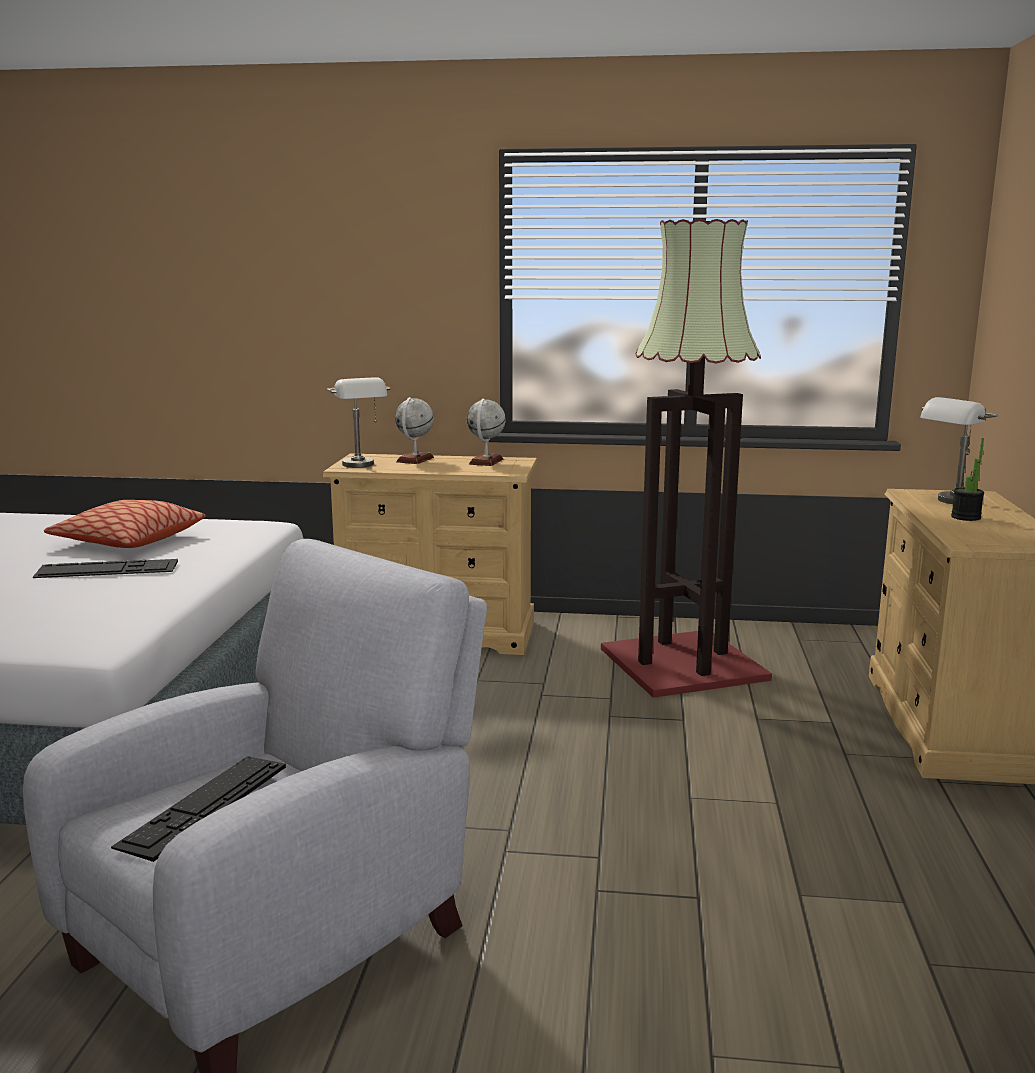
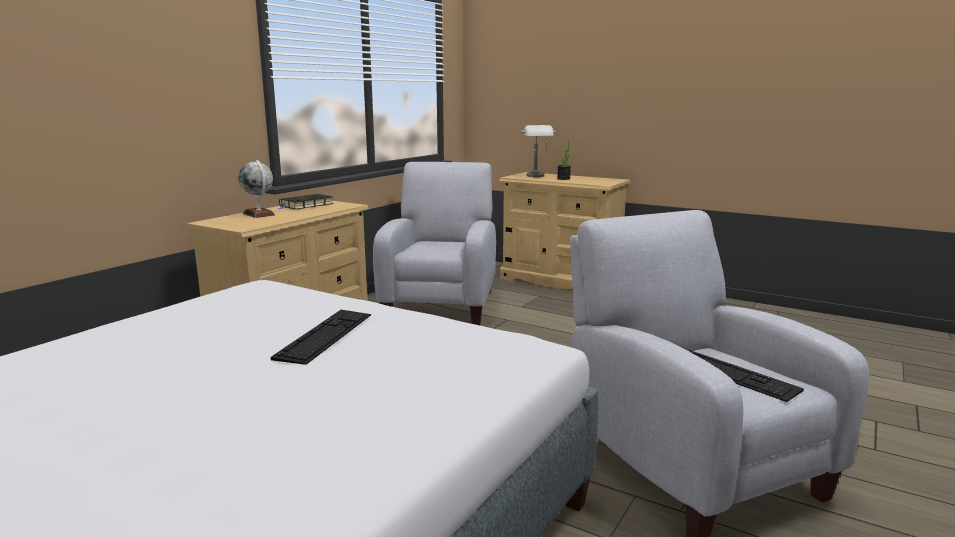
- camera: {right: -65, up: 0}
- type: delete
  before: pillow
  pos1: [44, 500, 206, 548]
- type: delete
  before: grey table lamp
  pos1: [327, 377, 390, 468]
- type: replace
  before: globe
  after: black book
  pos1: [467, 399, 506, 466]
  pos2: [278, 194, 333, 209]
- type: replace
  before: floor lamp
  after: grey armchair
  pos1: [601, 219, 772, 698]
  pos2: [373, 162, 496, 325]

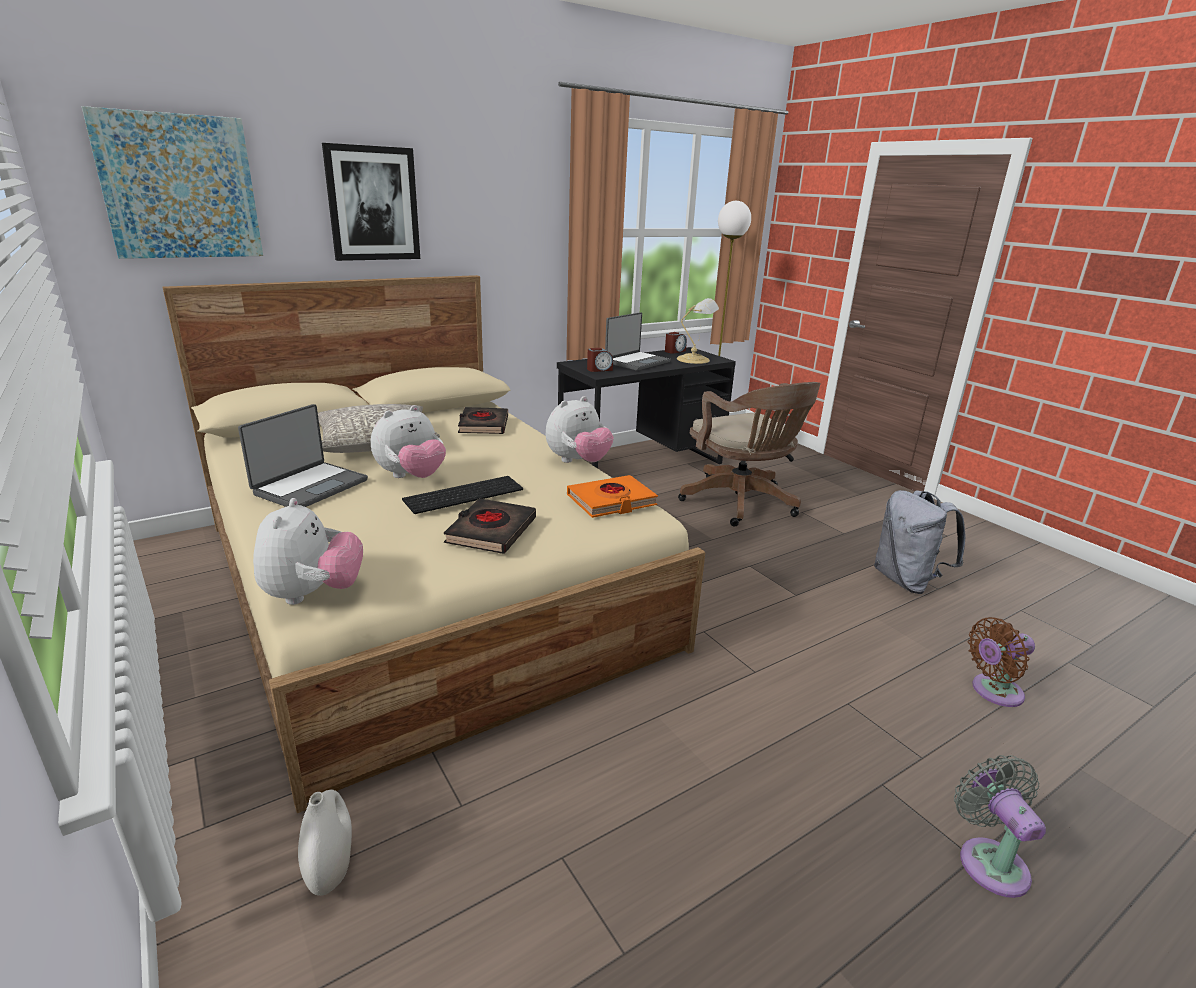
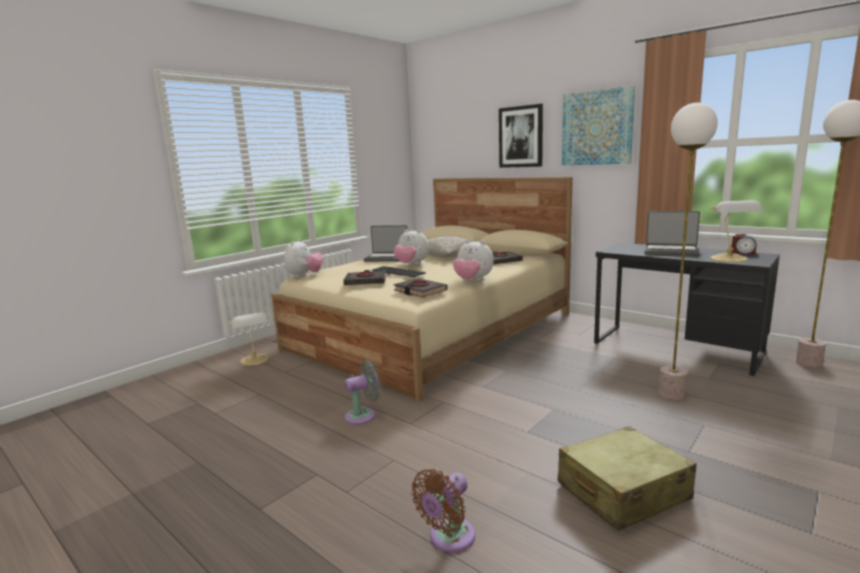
- camera: {right: 75, up: -10}
- type: delete
  before: alarm clock
  pos1: [587, 348, 613, 372]
- type: move
  before: picture
  pos1: [82, 106, 263, 259]
  pos2: [562, 86, 635, 165]
- type: move
  before: grey fan
  pos1: [954, 755, 1046, 898]
  pos2: [344, 360, 382, 425]
- type: replace
  before: white vase
  after: table lamp
  pos1: [298, 790, 352, 896]
  pos2: [228, 312, 270, 366]
- type: replace
  before: brown office chair
  after: floor lamp
  pos1: [678, 382, 821, 527]
  pos2: [659, 103, 718, 400]
- type: replace
  before: grey backpack
  after: beige suitcase
  pos1: [874, 490, 966, 594]
  pos2: [558, 426, 697, 531]
- type: recolor
  before: orange book
  after: black book
  pos1: [567, 475, 658, 518]
  pos2: [394, 278, 448, 297]
- type: rotate
  before: plush toy
  pos1: [253, 498, 363, 605]
  pos2: [284, 239, 323, 278]
  turn: -60
- type: rotate
  before: brown fan
  pos1: [968, 617, 1035, 707]
  pos2: [411, 469, 475, 553]
  turn: -105

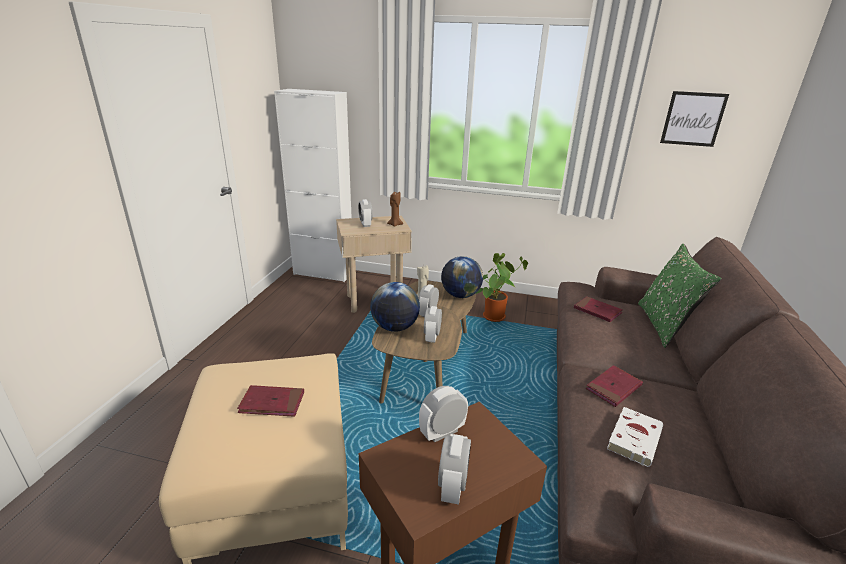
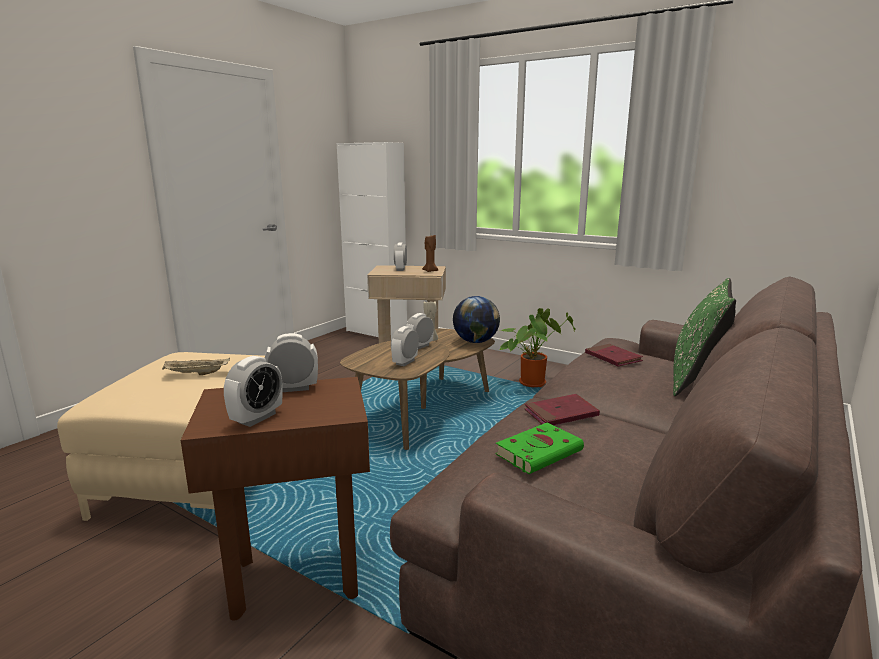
- camera: {right: 20, up: -10}
- type: delete
  before: globe
  pos1: [370, 282, 420, 332]
- type: delete
  before: picture
  pos1: [660, 91, 729, 147]
- type: replace
  before: red book
  after: beige tray
  pos1: [237, 385, 304, 417]
  pos2: [162, 358, 230, 375]
- type: recolor
  before: white book
  after: green book
  pos1: [607, 407, 663, 467]
  pos2: [495, 422, 584, 474]

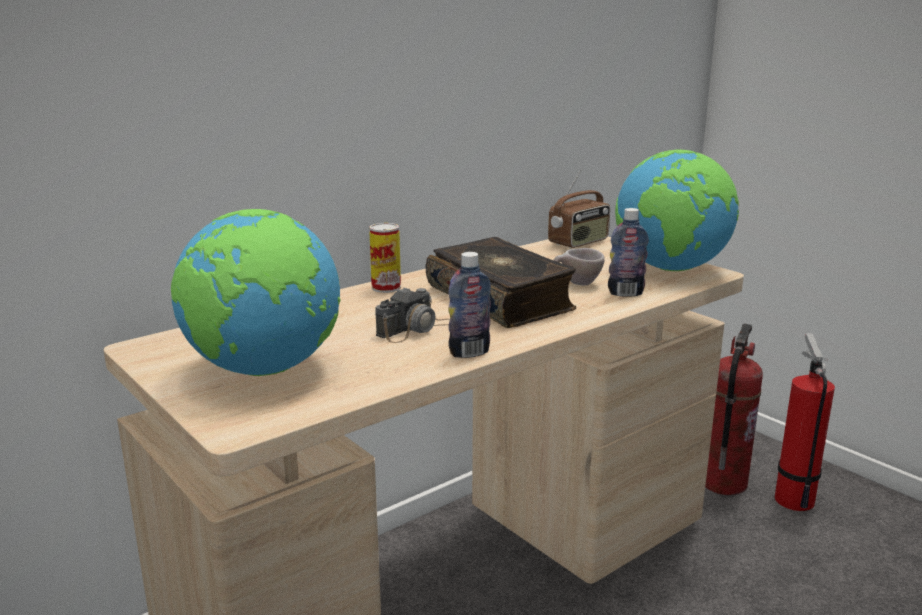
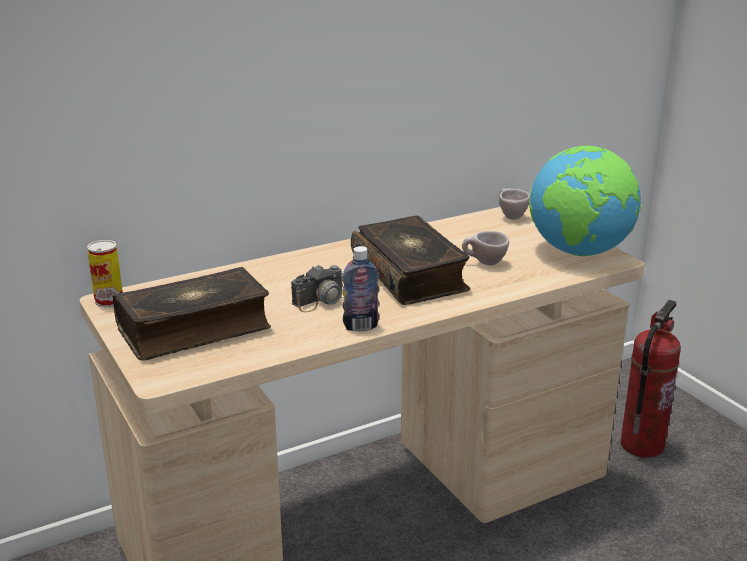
- camera: {right: 10, up: 5}
- type: delete
  before: bottle
  pos1: [608, 208, 649, 297]
- type: delete
  before: fire extinguisher
  pos1: [775, 333, 835, 511]
- type: move
  before: can
  pos1: [369, 223, 401, 293]
  pos2: [87, 240, 123, 307]
- type: replace
  before: globe
  after: book
  pos1: [171, 209, 341, 376]
  pos2: [113, 267, 271, 360]
- type: replace
  before: radio
  after: beige cup
  pos1: [548, 169, 610, 248]
  pos2: [499, 188, 530, 220]

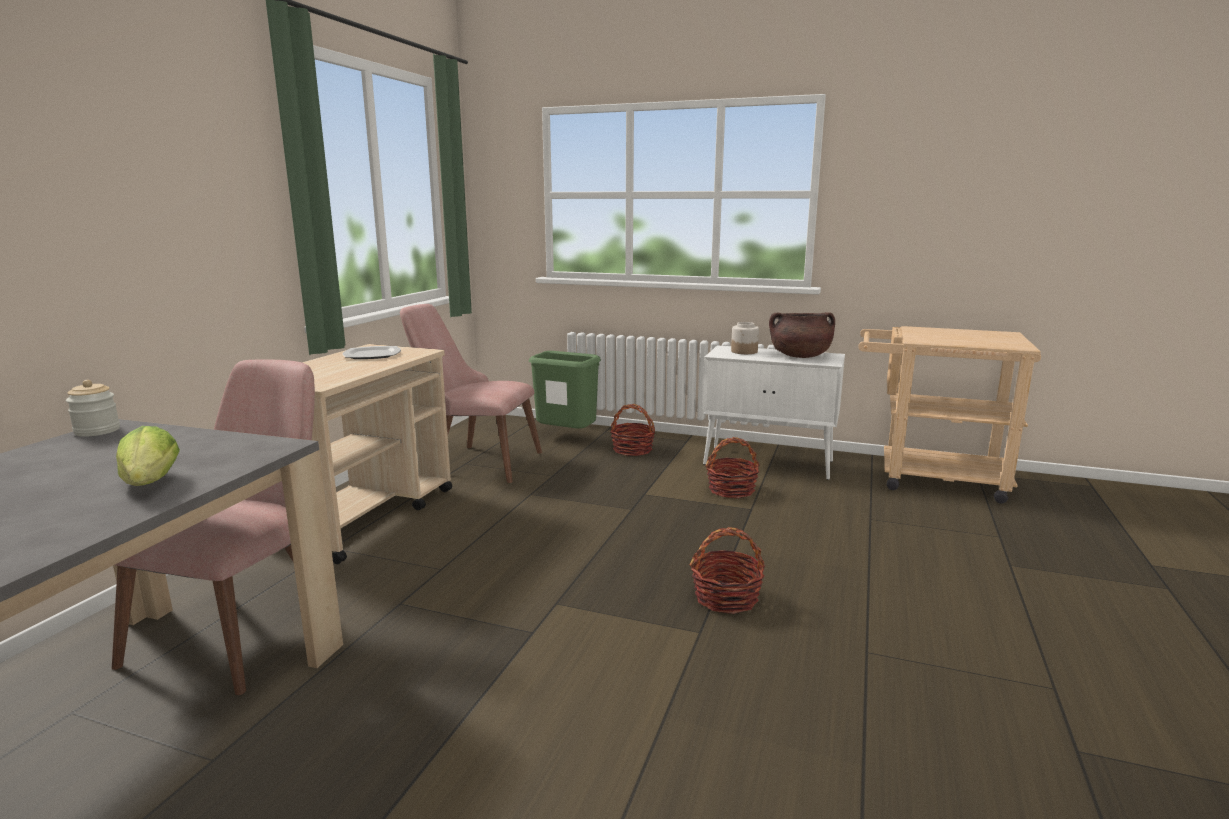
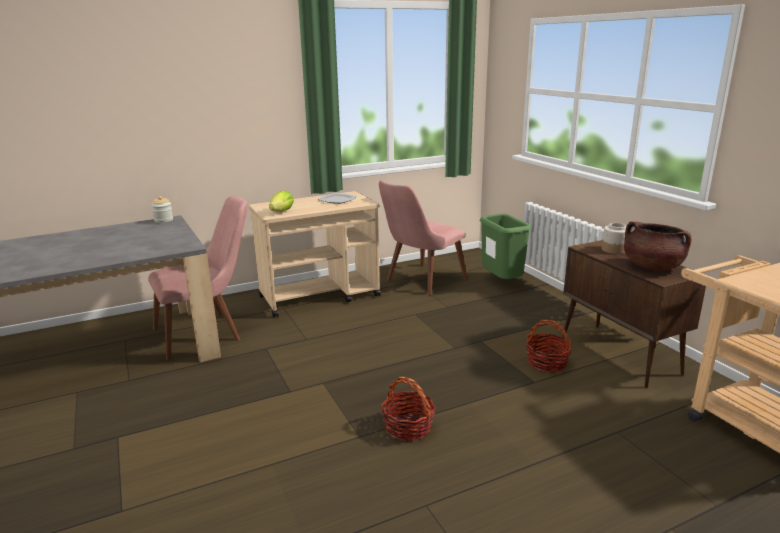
- camera: {right: 45, up: 5}
- type: delete
  before: basket
  pos1: [610, 404, 655, 456]
- type: move
  before: lettuce
  pos1: [116, 426, 180, 486]
  pos2: [269, 190, 294, 212]
- type: recolor
  before: white cabinet
  after: brown cabinet
  pos1: [702, 345, 845, 480]
  pos2: [562, 240, 708, 388]
- type: rotate
  before: pink chair
  pos1: [400, 304, 542, 483]
  pos2: [379, 180, 468, 296]
  turn: -105

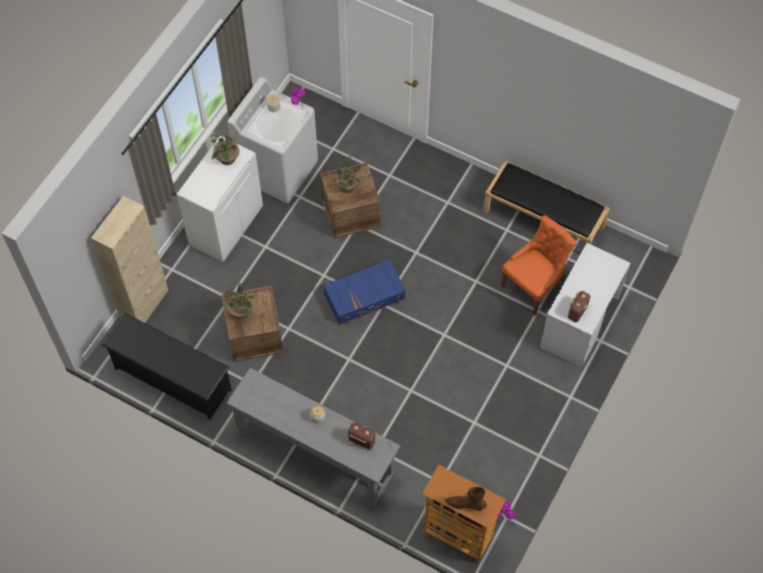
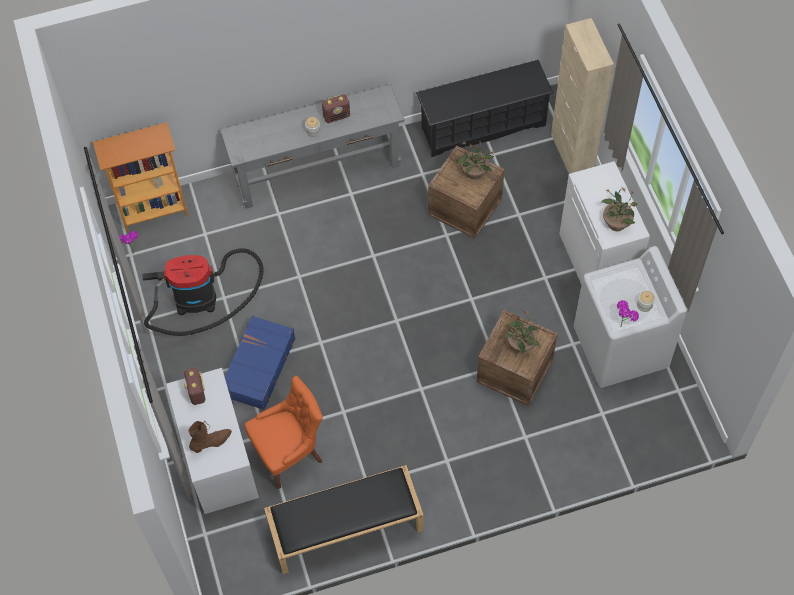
- camera: {right: 135, up: 0}
- type: insert
  after: vacuum cleaner
  pos2: [143, 248, 264, 336]
- type: move
  before: blue suitcase
  pos1: [323, 259, 406, 325]
  pos2: [225, 316, 296, 410]
- type: move
  before: radio
  pos1: [348, 422, 375, 450]
  pos2: [322, 95, 350, 123]
- type: move
  before: brown boot
  pos1: [445, 487, 487, 511]
  pos2: [188, 421, 232, 453]
- type: rotate
  before: orange chair
  pos1: [501, 215, 577, 316]
  pos2: [244, 375, 323, 489]
  turn: -120

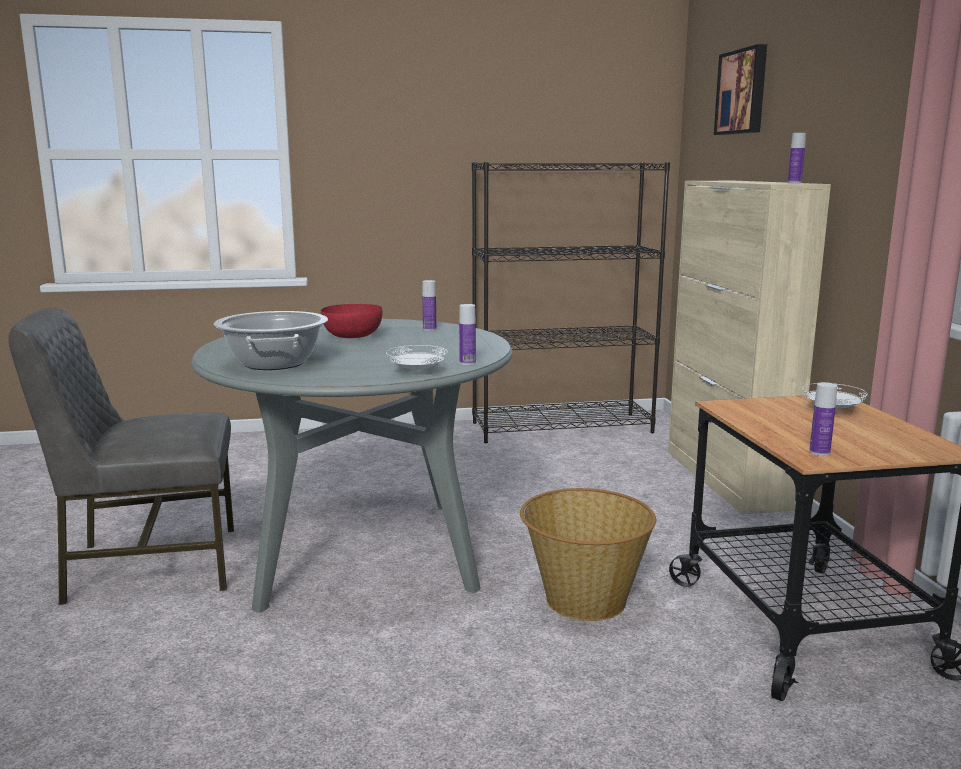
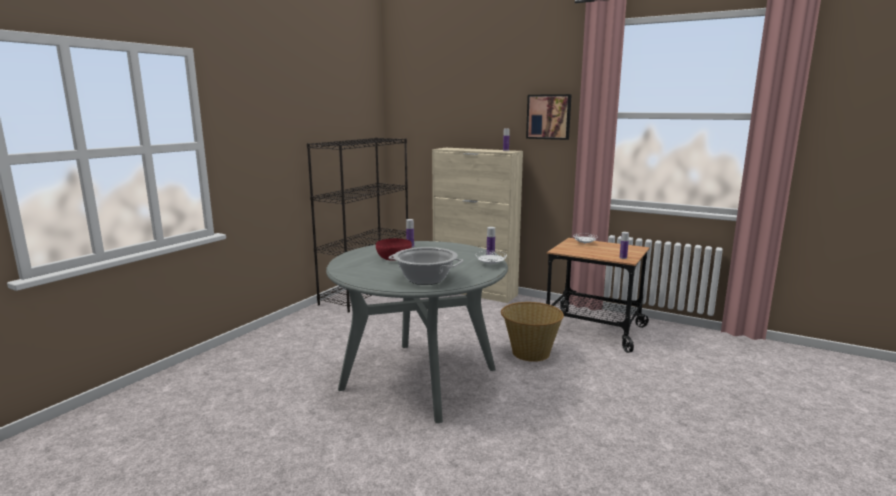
- camera: {right: -50, up: 0}
- type: delete
  before: grey chair
  pos1: [8, 308, 234, 605]
- type: move
  before: picture
  pos1: [714, 44, 767, 135]
  pos2: [526, 94, 572, 140]

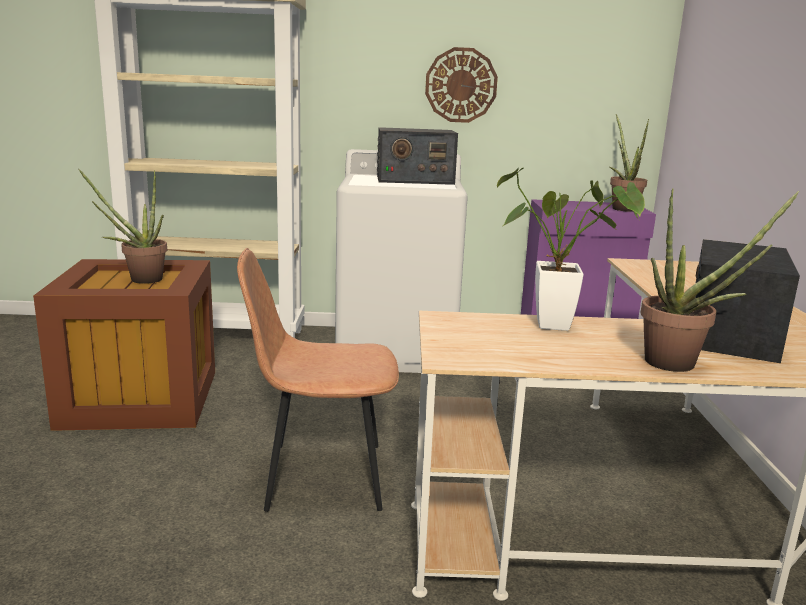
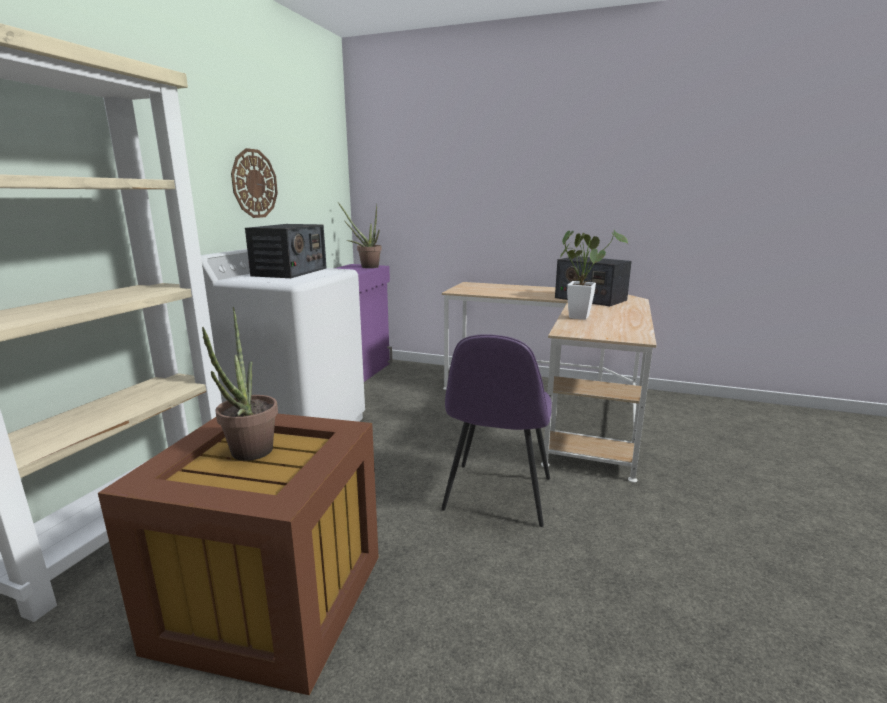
- camera: {right: -70, up: 0}
- type: delete
  before: potted plant
  pos1: [640, 188, 800, 372]
- type: recolor
  before: brown chair
  after: purple chair
  pos1: [237, 248, 399, 512]
  pos2: [441, 334, 552, 527]

